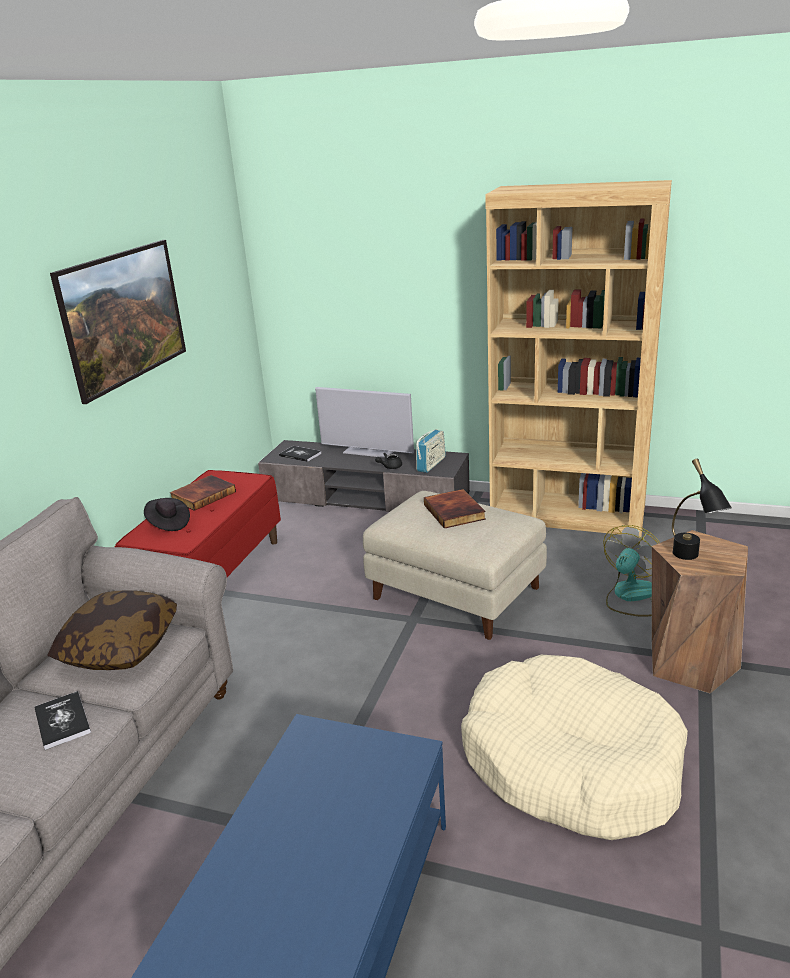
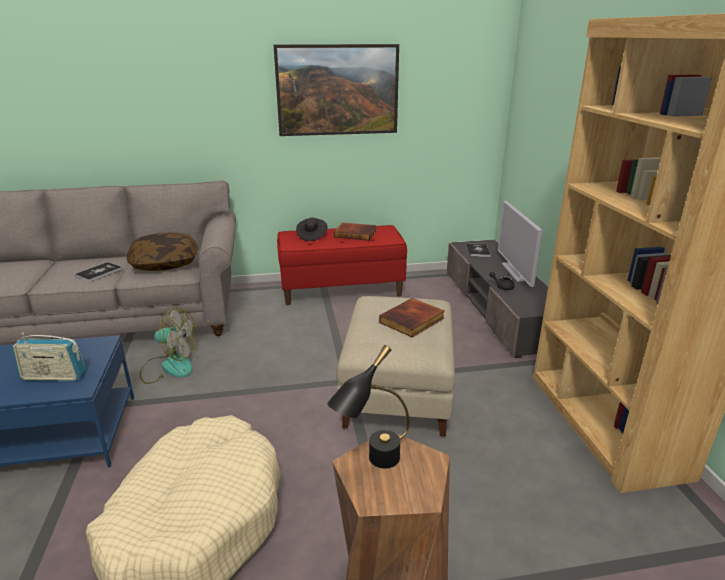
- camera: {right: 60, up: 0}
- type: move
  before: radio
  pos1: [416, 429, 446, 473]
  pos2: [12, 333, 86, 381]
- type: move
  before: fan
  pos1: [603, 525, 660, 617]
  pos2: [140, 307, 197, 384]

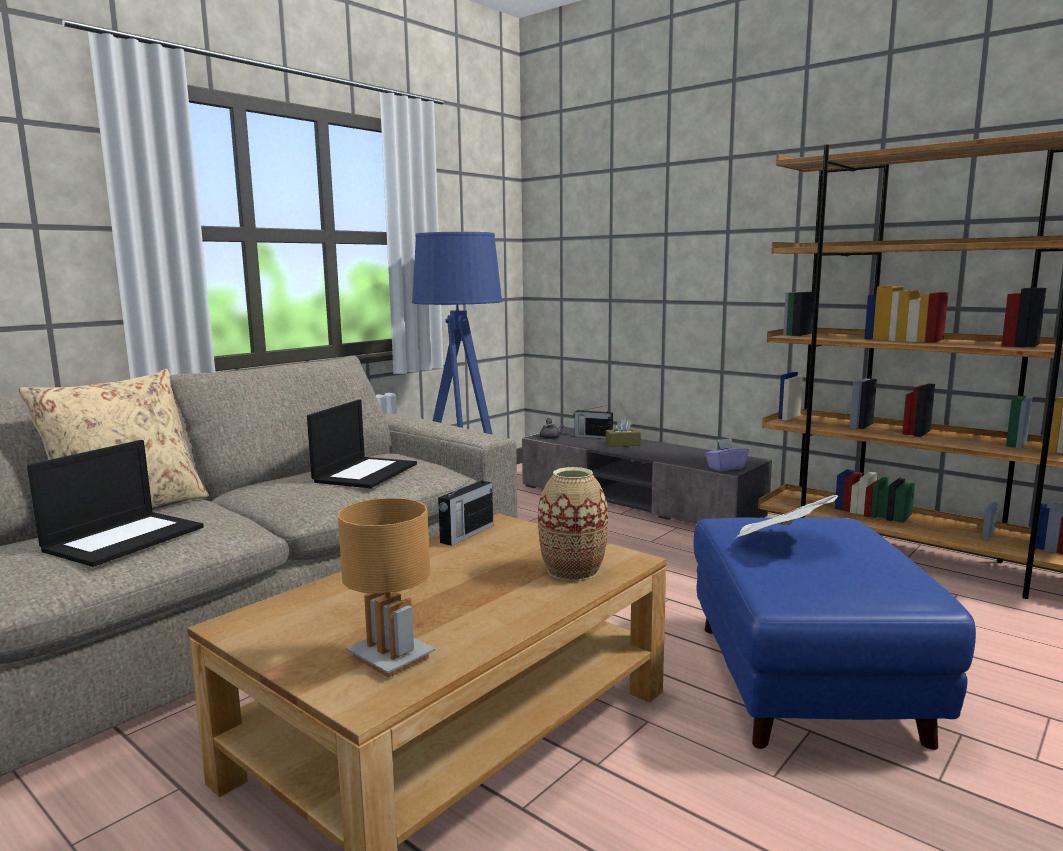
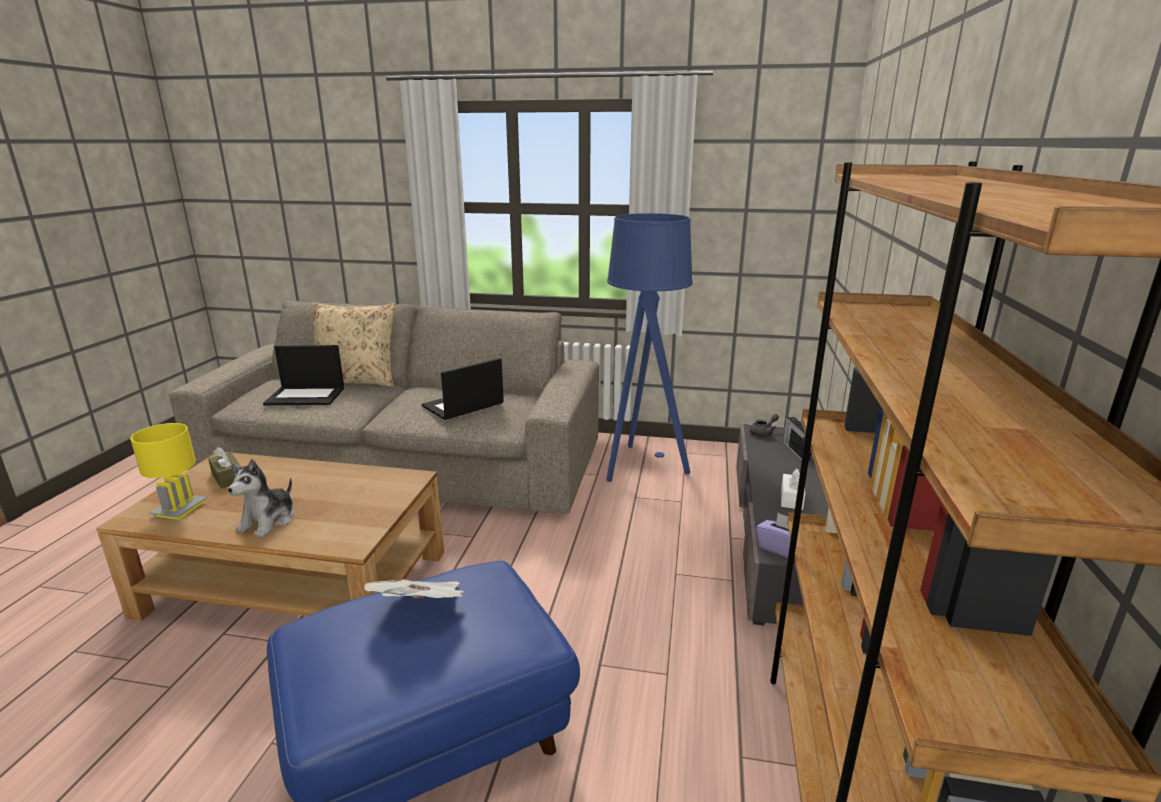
- camera: {right: 60, up: 10}
- type: delete
  before: radio
  pos1: [438, 472, 493, 546]
- type: delete
  before: vase
  pos1: [538, 467, 608, 581]
- type: insert
  after: plush toy
  pos2: [228, 459, 294, 537]
- type: insert
  after: white tissue box
  pos2: [781, 469, 805, 510]
- type: move
  before: brown tissue box
  pos1: [606, 418, 641, 447]
  pos2: [208, 447, 241, 488]
- type: recolor
  before: brown table lamp
  after: yellow table lamp
  pos1: [338, 498, 435, 678]
  pos2: [130, 423, 207, 520]
- type: rotate
  before: laptop
  pos1: [307, 399, 417, 488]
  pos2: [422, 358, 504, 420]
  turn: 150

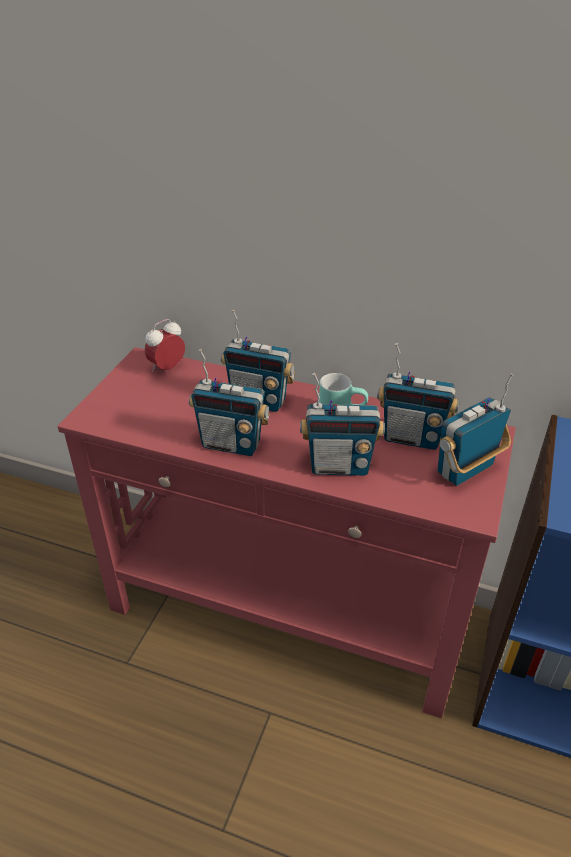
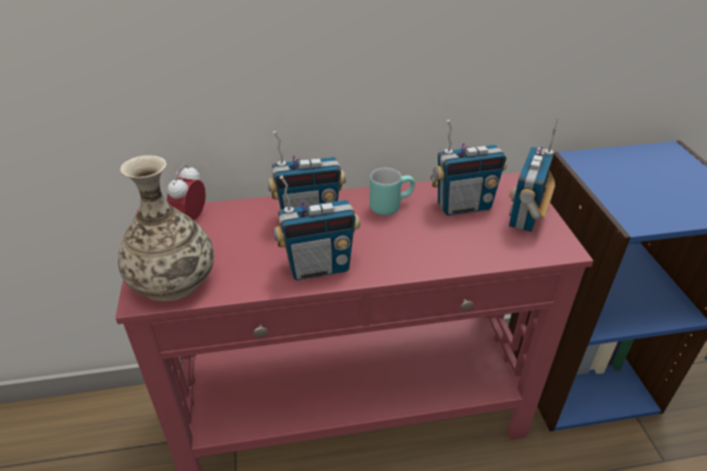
- camera: {right: -30, up: 0}
- type: delete
  before: radio
  pos1: [300, 373, 385, 476]
- type: insert
  after: vase
  pos2: [118, 155, 214, 302]

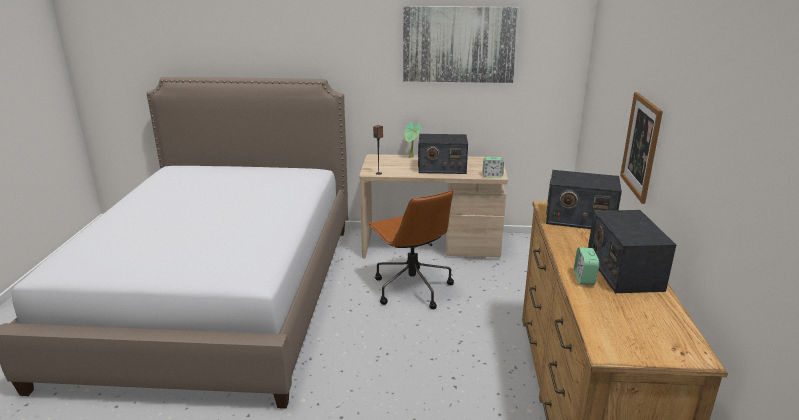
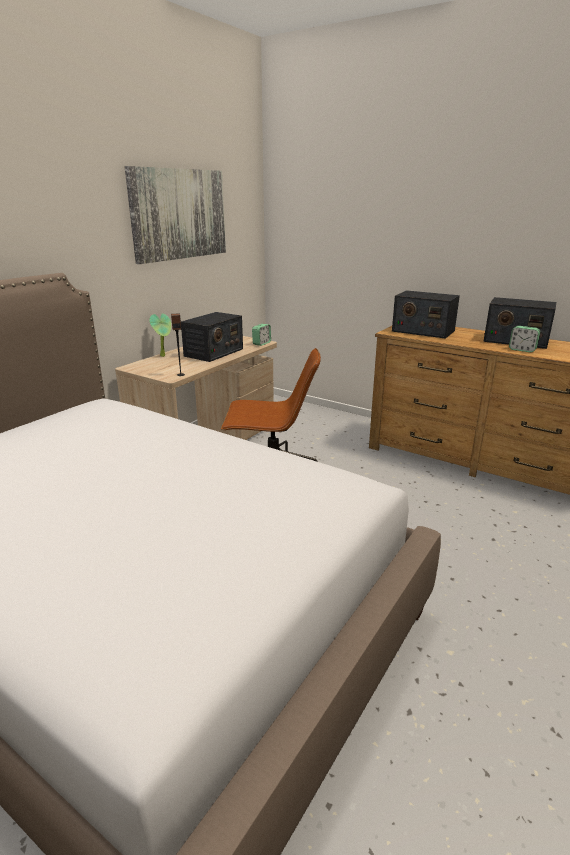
- camera: {right: -60, up: 0}
- type: delete
  before: picture
  pos1: [620, 92, 663, 204]
- type: rotate
  before: radio
  pos1: [546, 170, 622, 229]
  pos2: [392, 290, 460, 339]
  turn: 75

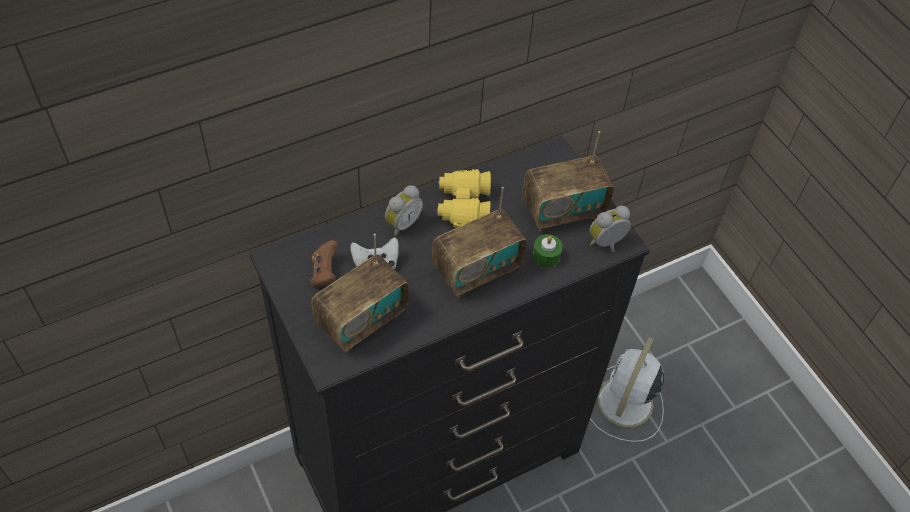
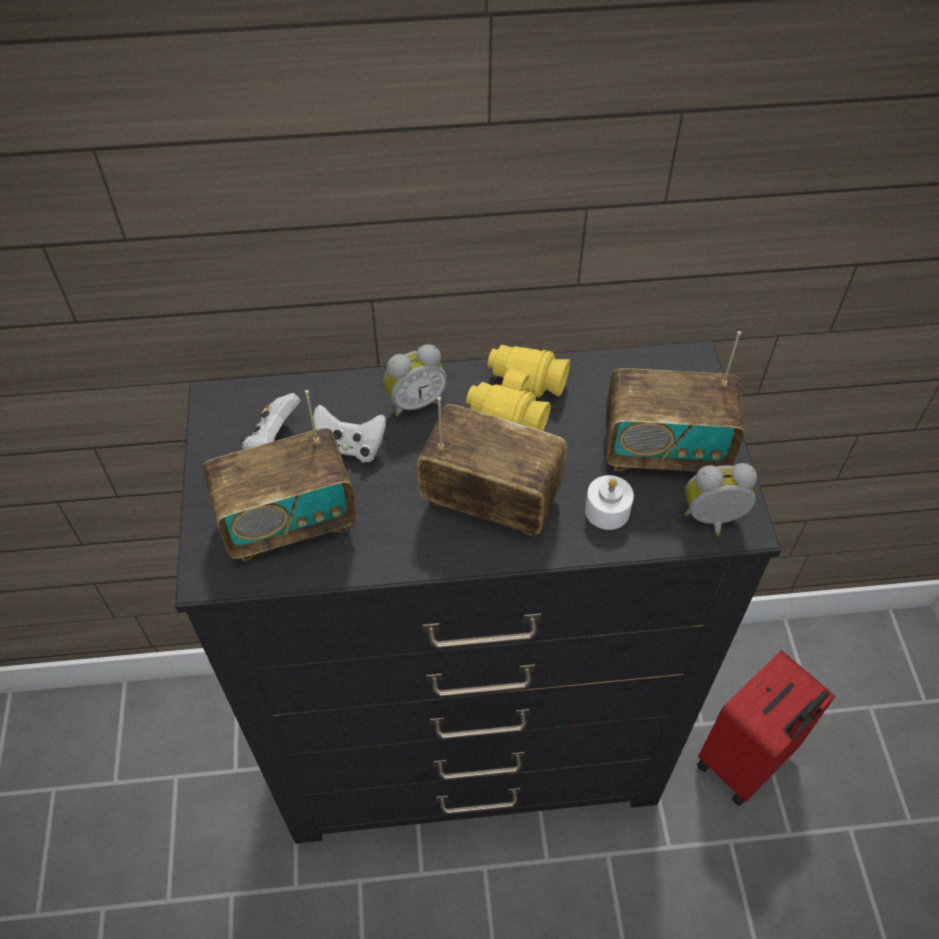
- camera: {right: 25, up: 0}
- type: replace
  before: white fan
  after: red suitcase
  pos1: [590, 337, 664, 442]
  pos2: [697, 650, 835, 806]
- type: recolor
  before: brown game controller
  after: white game controller
  pos1: [309, 240, 338, 287]
  pos2: [240, 393, 300, 450]
- type: recolor
  before: green candle
  after: white candle
  pos1: [532, 234, 563, 268]
  pos2: [585, 475, 634, 530]
- type: rotate
  before: radio
  pos1: [432, 187, 527, 297]
  pos2: [417, 397, 567, 536]
  turn: -150

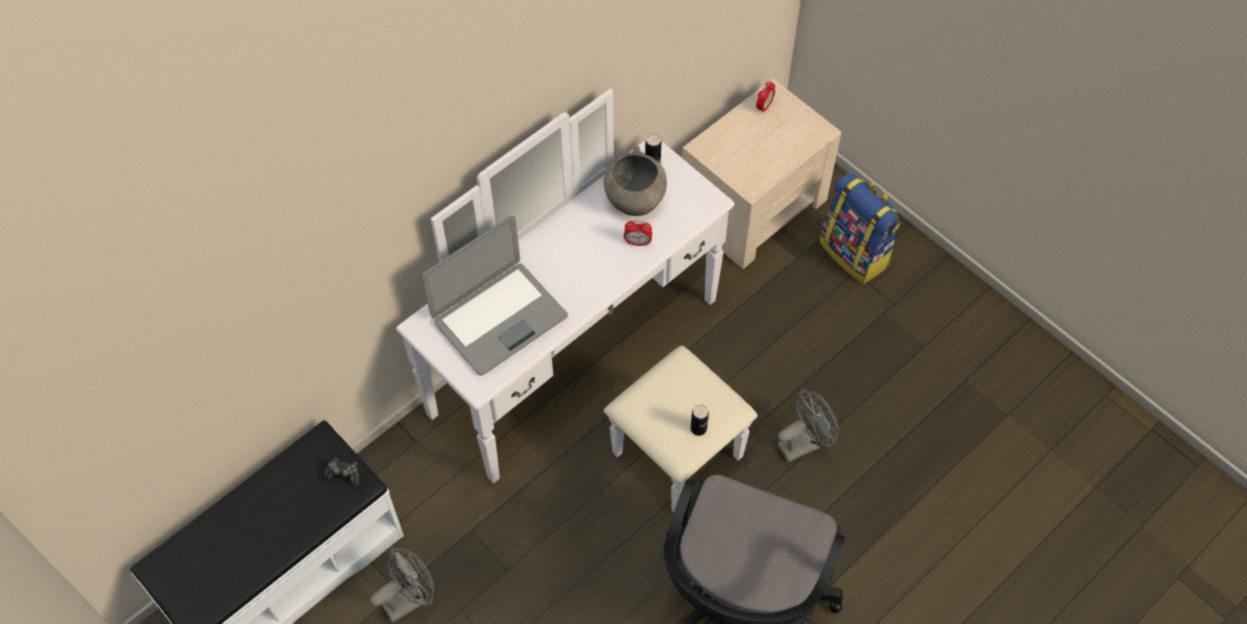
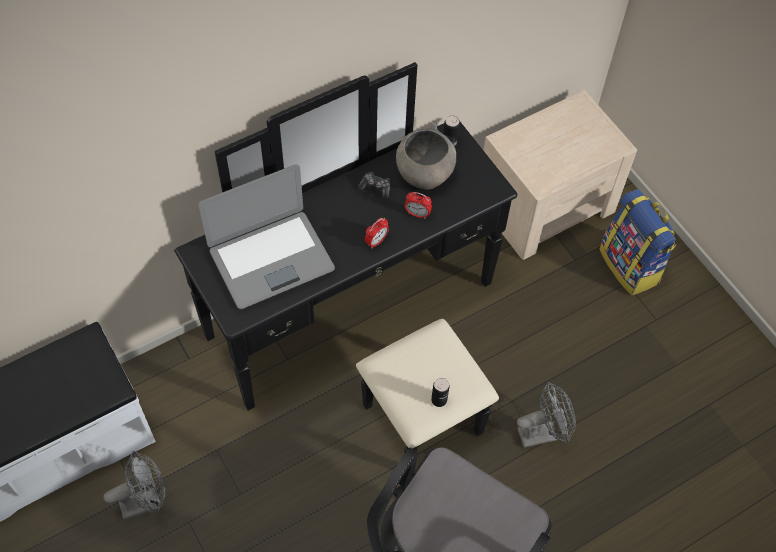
- camera: {right: 10, up: 0}
- type: move
  before: game controller
  pos1: [323, 458, 359, 487]
  pos2: [358, 172, 390, 200]
- type: move
  before: alarm clock
  pos1: [756, 81, 775, 113]
  pos2: [365, 218, 389, 248]
- type: recolor
  before: white dresser
  after: black dresser
  pos1: [396, 89, 758, 512]
  pos2: [174, 62, 517, 473]

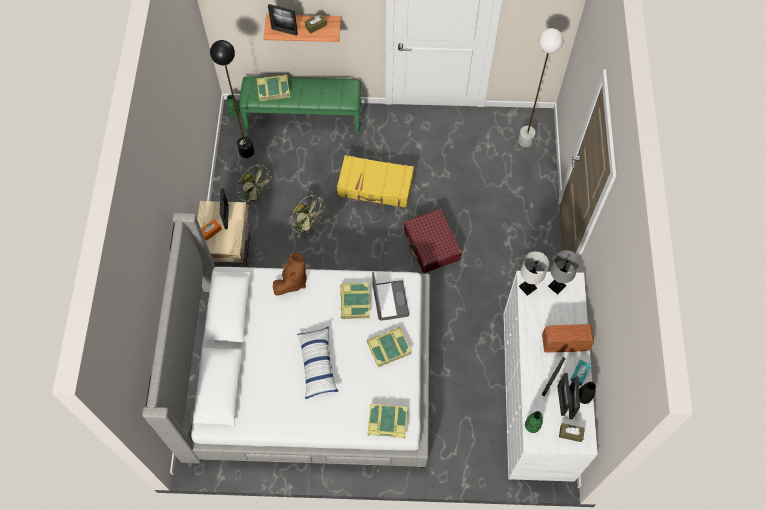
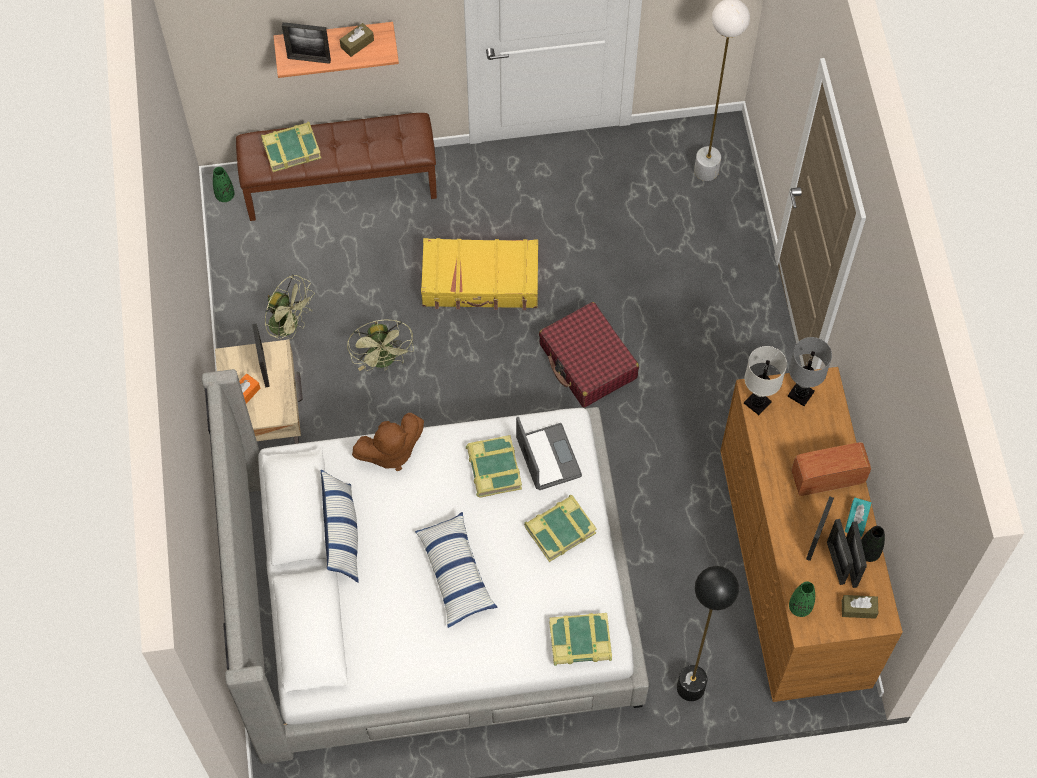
- camera: {right: -10, up: 0}
- type: insert
  after: pillow
  pos2: [321, 470, 359, 583]
- type: move
  before: black floor lamp
  pos1: [210, 40, 254, 158]
  pos2: [677, 566, 739, 701]
- type: recolor
  before: green bench
  after: brown bench
  pos1: [239, 76, 361, 133]
  pos2: [236, 113, 437, 221]
- type: recolor
  before: white dresser
  after: brown dresser
  pos1: [504, 271, 598, 482]
  pos2: [720, 367, 903, 702]
- type: rotate
  before: brown plush toy
  pos1: [273, 253, 307, 295]
  pos2: [352, 413, 424, 471]
  turn: 45
- type: rotate
  before: green fan
  pos1: [291, 194, 326, 238]
  pos2: [347, 319, 414, 371]
  turn: 45

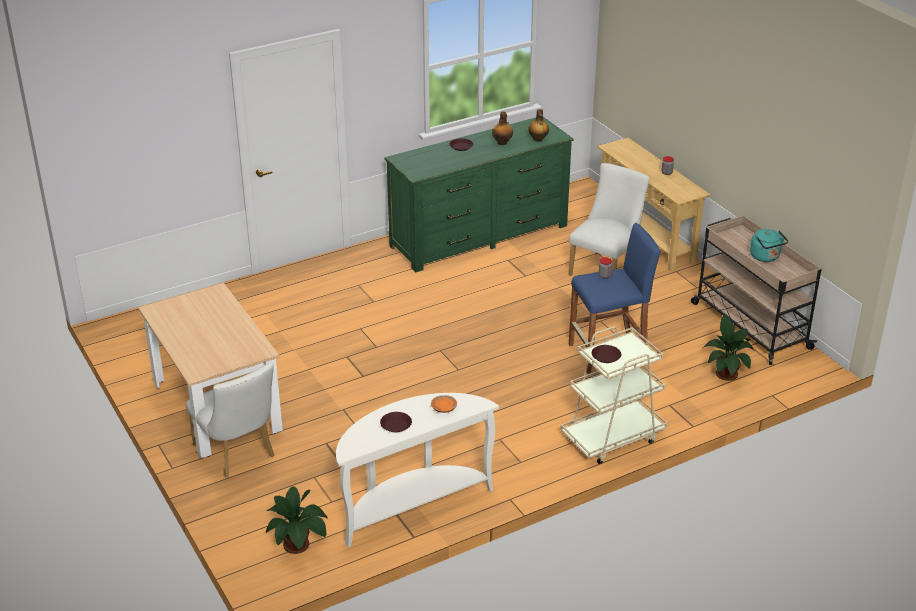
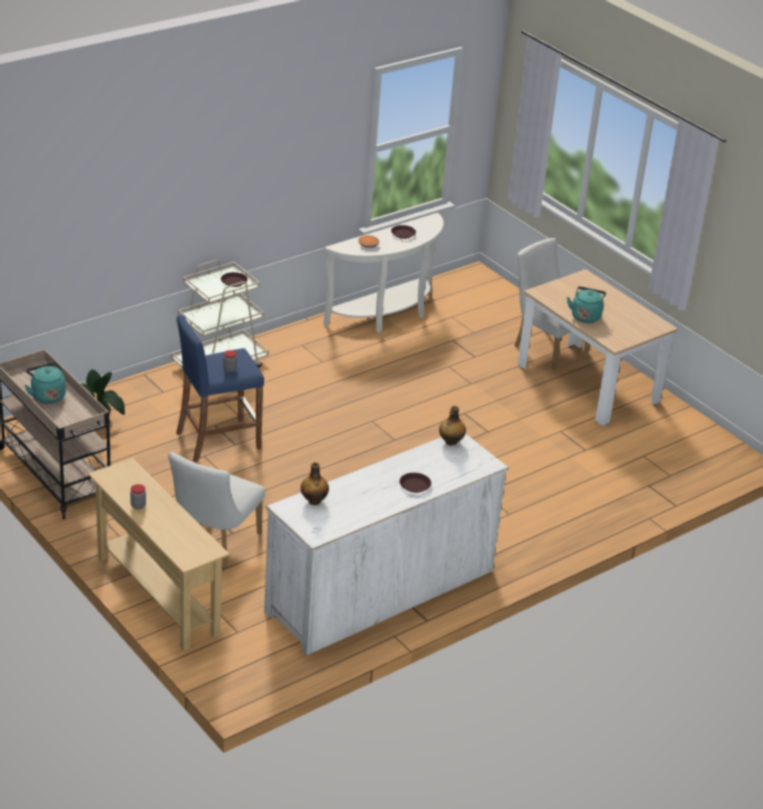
- camera: {right: 170, up: 0}
- type: delete
  before: potted plant
  pos1: [266, 486, 328, 554]
- type: insert
  after: turquoise kettle
  pos2: [567, 287, 606, 323]
- type: move
  before: bottle
  pos1: [492, 112, 513, 145]
  pos2: [439, 406, 466, 445]
- type: recolor
  before: green dresser
  after: white dresser
  pos1: [385, 117, 574, 272]
  pos2: [264, 433, 509, 655]

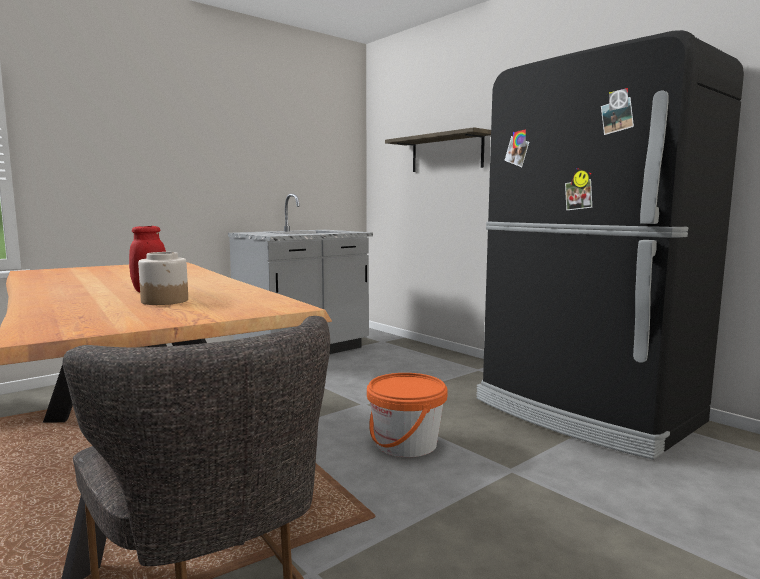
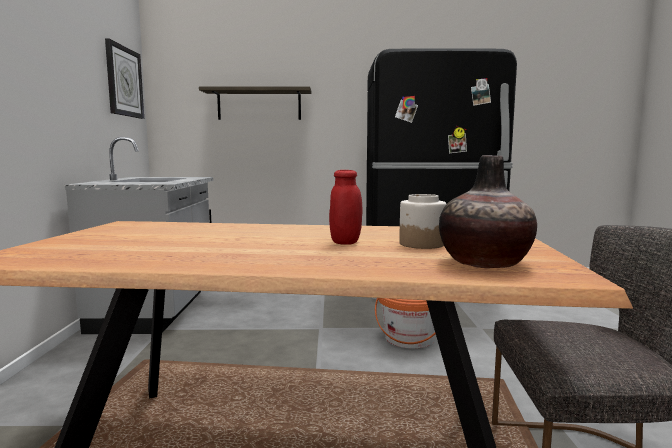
- camera: {right: -50, up: 0}
- type: insert
  after: wall clock
  pos2: [105, 38, 144, 119]
- type: insert
  after: vase
  pos2: [439, 155, 537, 268]

